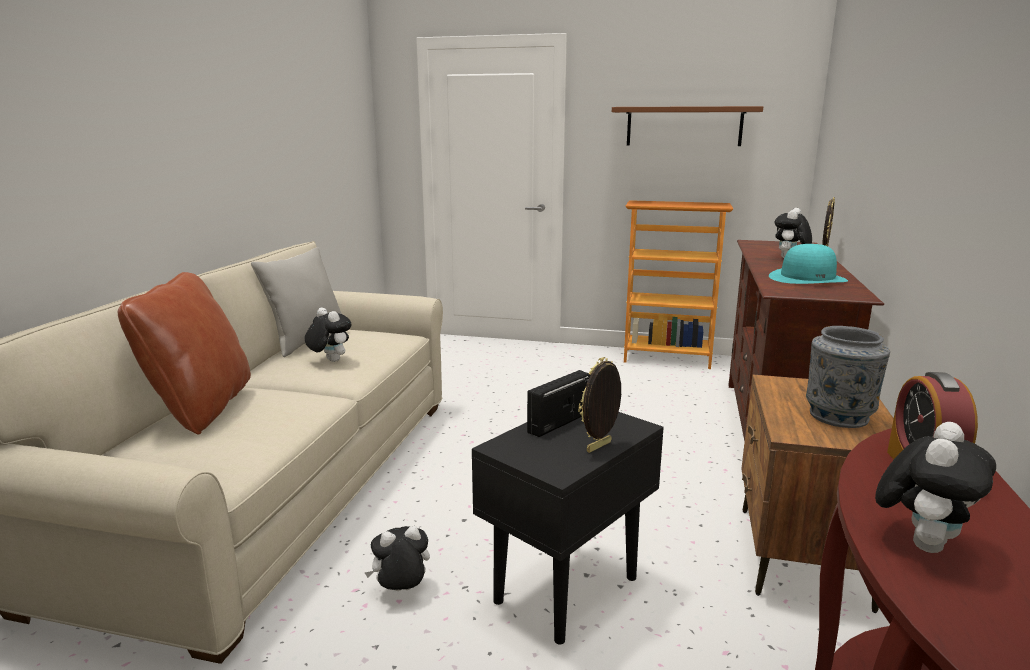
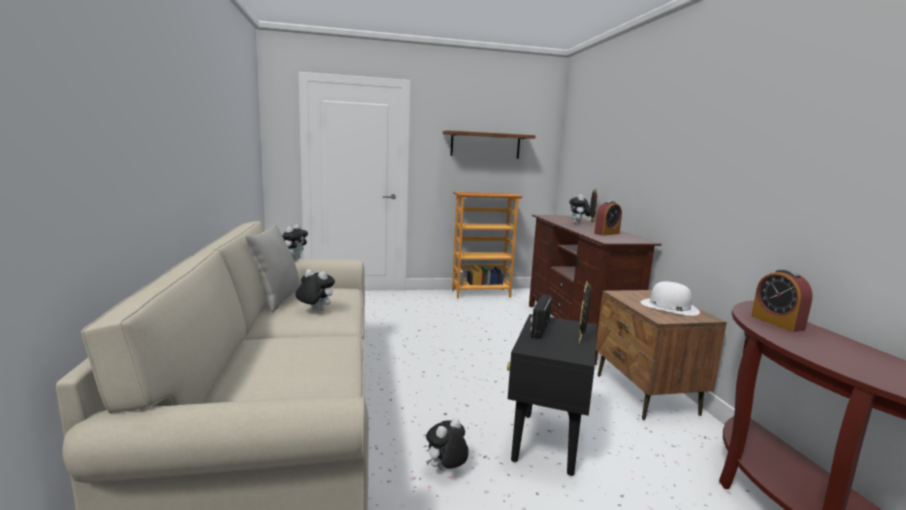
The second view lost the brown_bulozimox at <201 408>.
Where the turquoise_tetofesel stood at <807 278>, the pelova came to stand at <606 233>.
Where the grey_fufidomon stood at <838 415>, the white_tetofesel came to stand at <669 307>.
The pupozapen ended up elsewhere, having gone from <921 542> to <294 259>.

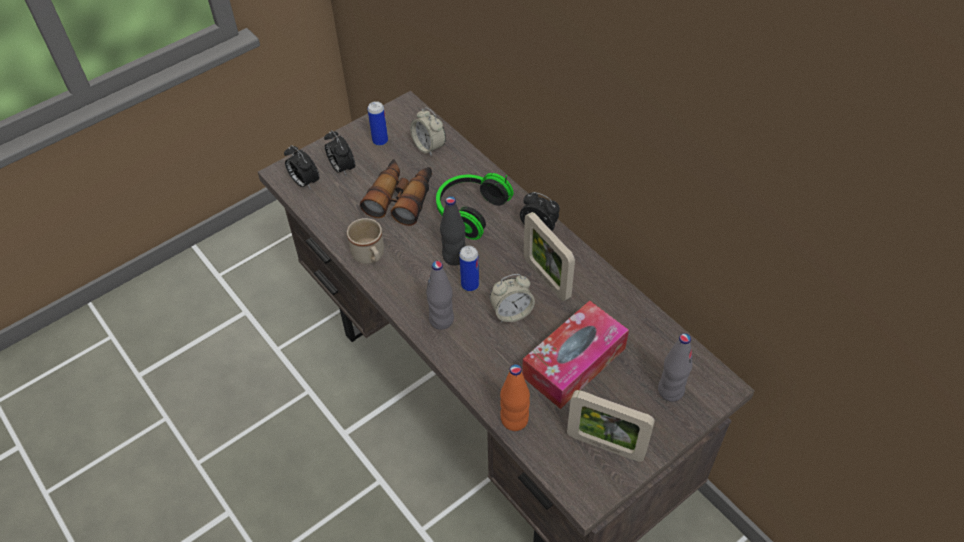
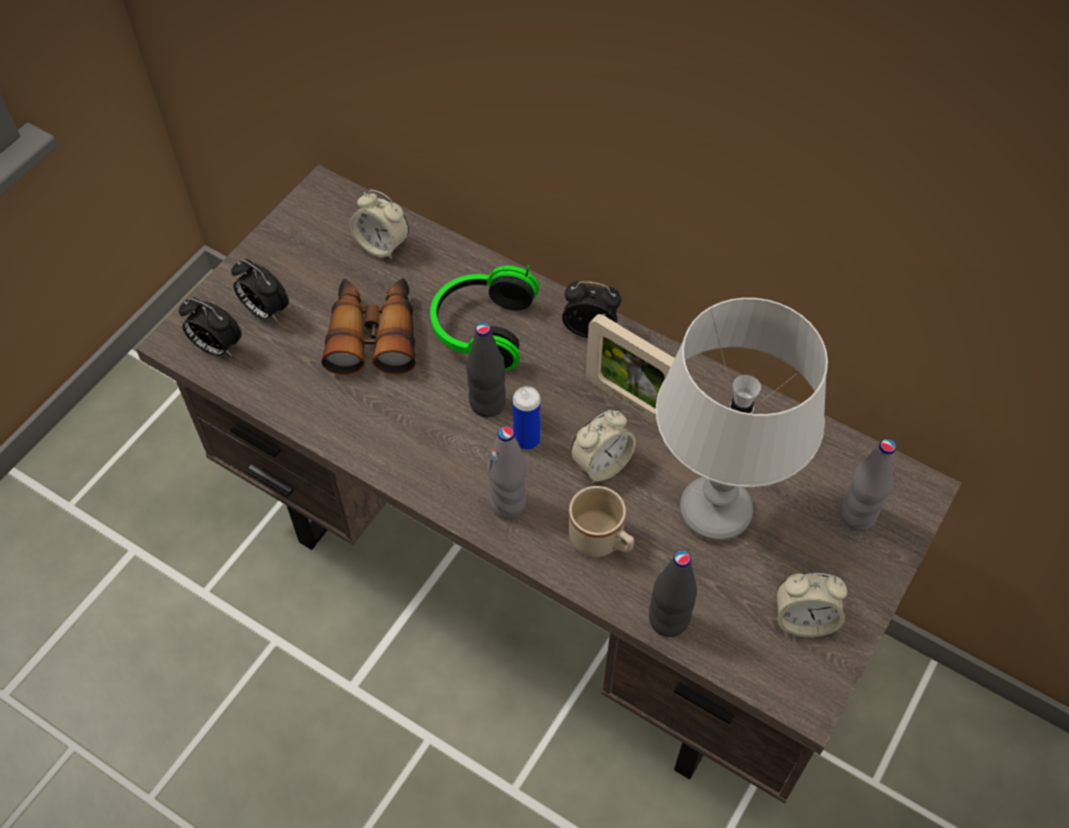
The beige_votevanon ended up elsewhere, having gone from <370 256> to <602 541>.
The second view lost the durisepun at <380 141>.
What was the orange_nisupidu at <514 420> turned into the black_nisupidu at <668 620>.
Where the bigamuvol stood at <574 362>, the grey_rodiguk came to stand at <715 512>.
Where the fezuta stood at <605 445>, the pelova came to stand at <803 619>.

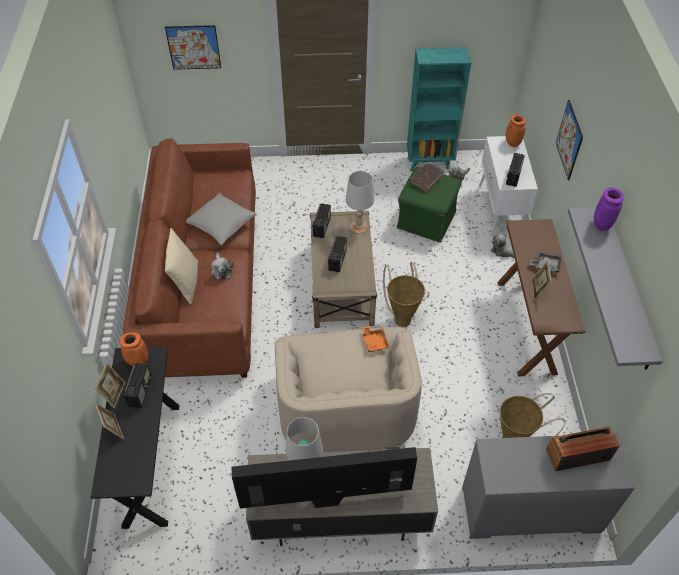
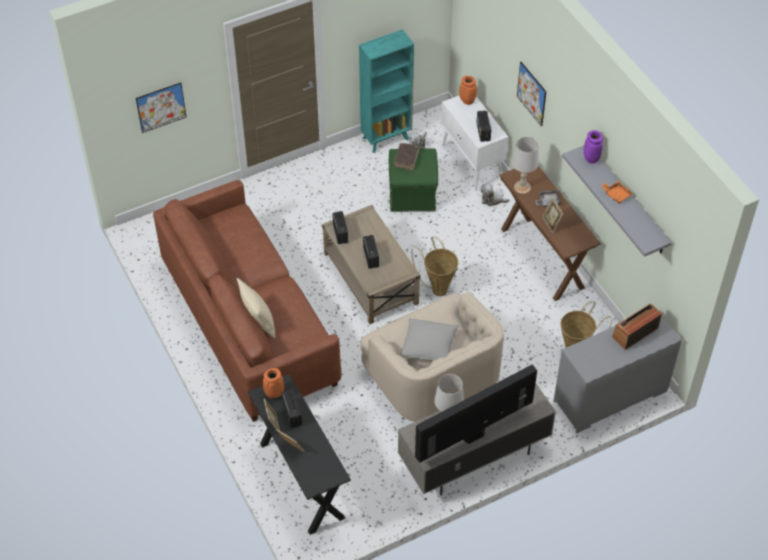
The grey_bulozimox ended up elsewhere, having gone from <221 224> to <428 347>.
The second view lost the pupozapen at <221 270>.
The white_rodiguk ended up elsewhere, having gone from <359 226> to <522 187>.
The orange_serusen ended up elsewhere, having gone from <374 342> to <616 194>.

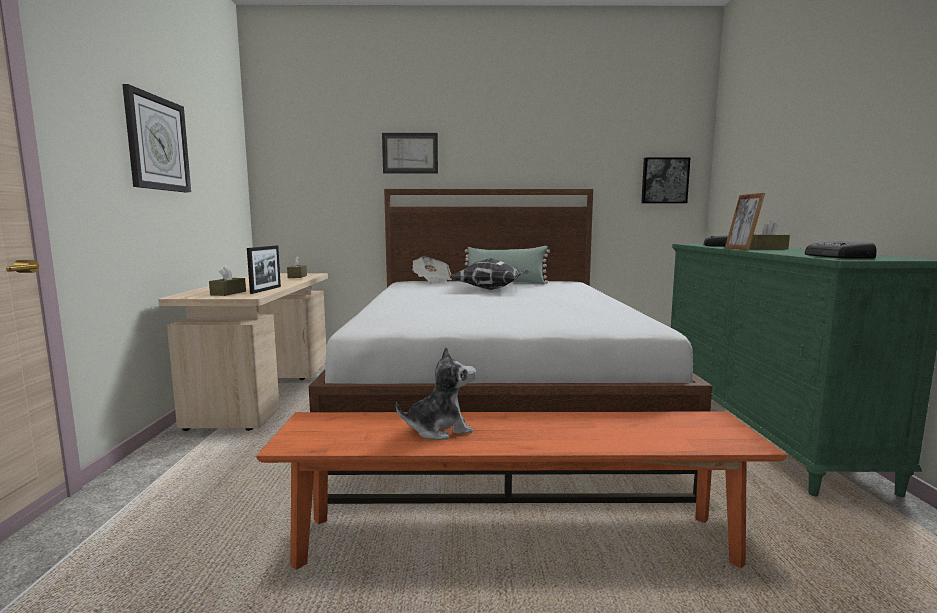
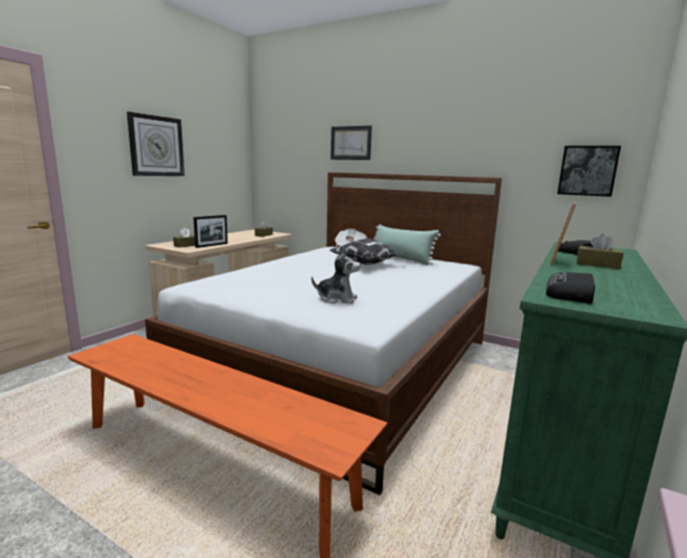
The pupozapen ended up elsewhere, having gone from <439 429> to <337 299>.

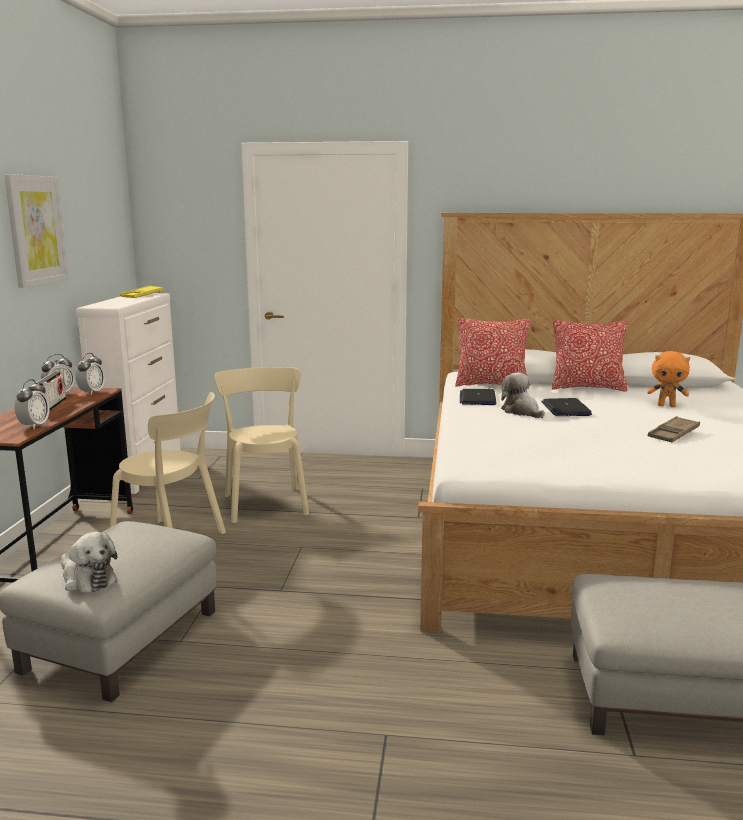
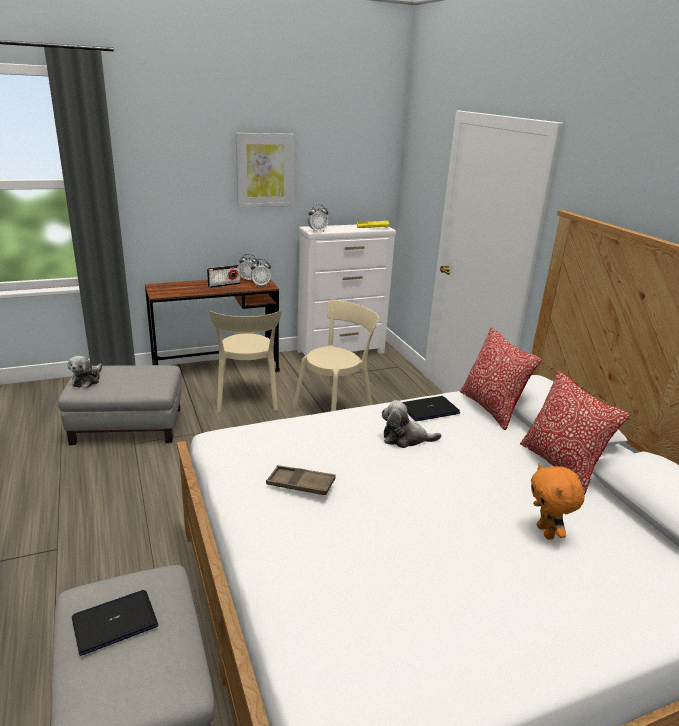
The pelova ended up elsewhere, having gone from <34 426> to <317 231>.
The pupozapen at <521 412> ended up facing another way, 120 degrees counterclockwise from before.
The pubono ended up elsewhere, having gone from <565 409> to <115 622>.
The brown_serusen ended up elsewhere, having gone from <673 434> to <300 484>.

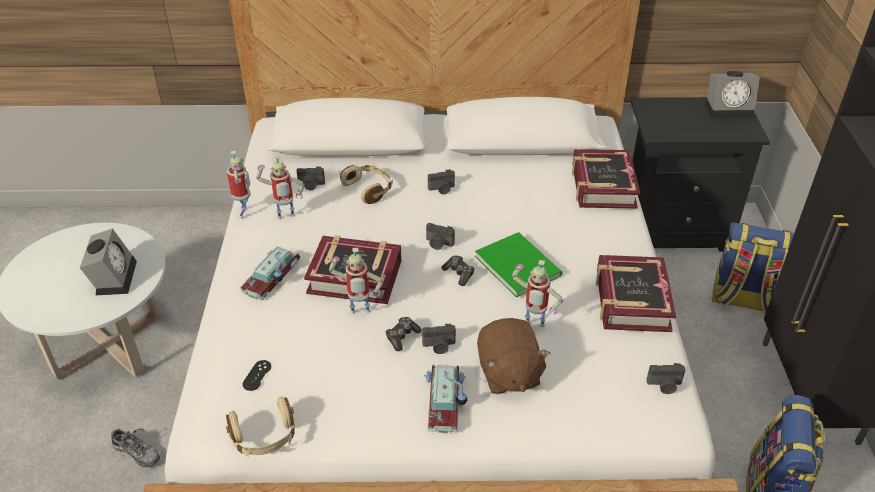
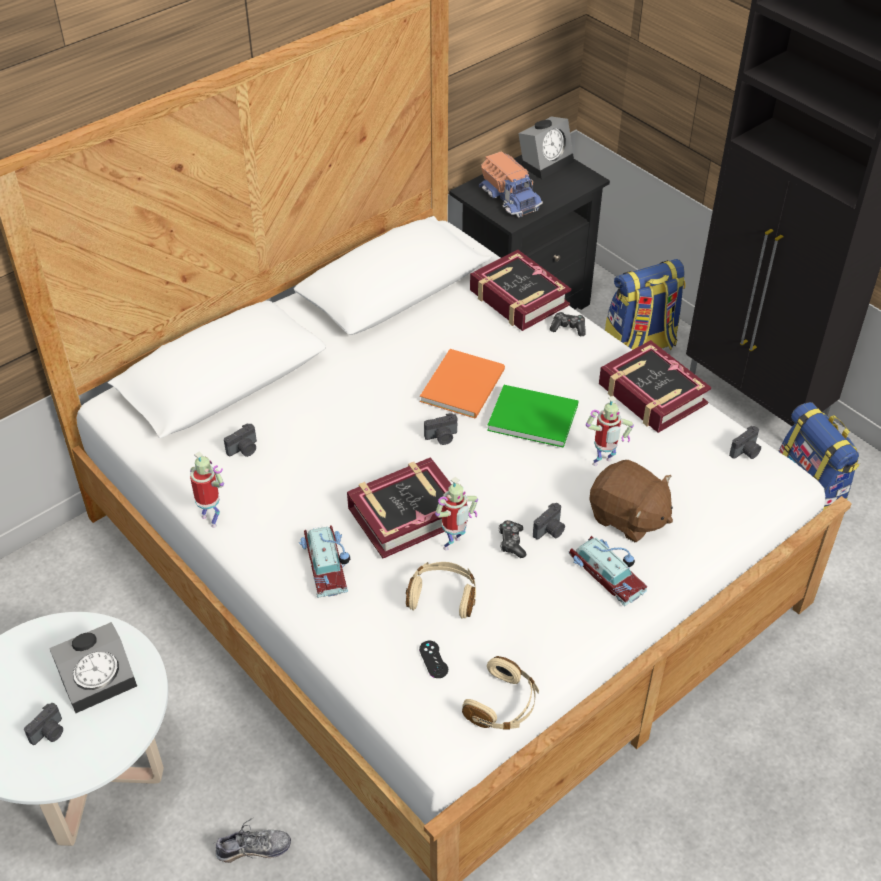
The pelova at <114 277> ended up facing another way, 105 degrees clockwise from before.
The second view lost the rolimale at <286 218>.
The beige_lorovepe ended up elsewhere, having gone from <369 189> to <442 596>.
The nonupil ended up elsewhere, having gone from <442 189> to <49 733>.
The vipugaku ended up elsewhere, having gone from <459 274> to <568 328>.
The second view gained the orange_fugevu at <465 384>.
The second view gained the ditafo at <510 197>.

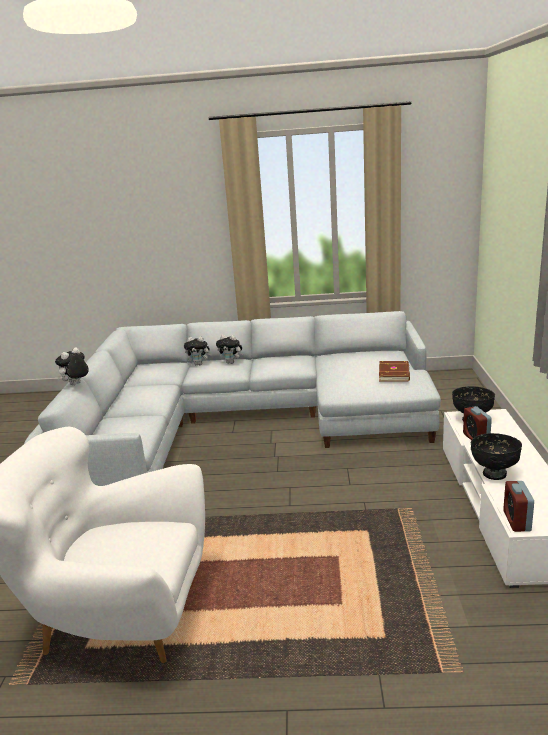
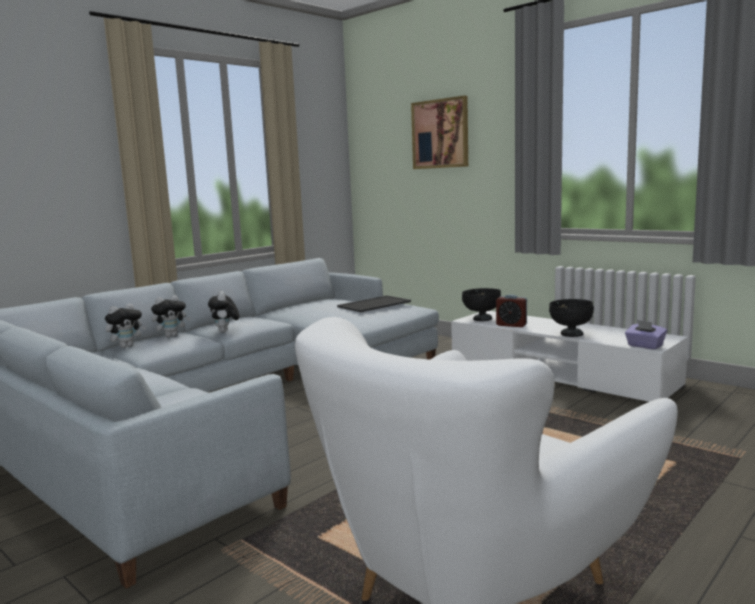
The pupozapen ended up elsewhere, having gone from <76 385> to <225 332>.
Where the brown_fugevu stood at <395 373>, the serusen came to stand at <374 304>.
Where the pelova stood at <516 521>, the purple_bigamuvol came to stand at <644 346>.
The second view gained the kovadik at <440 134>.

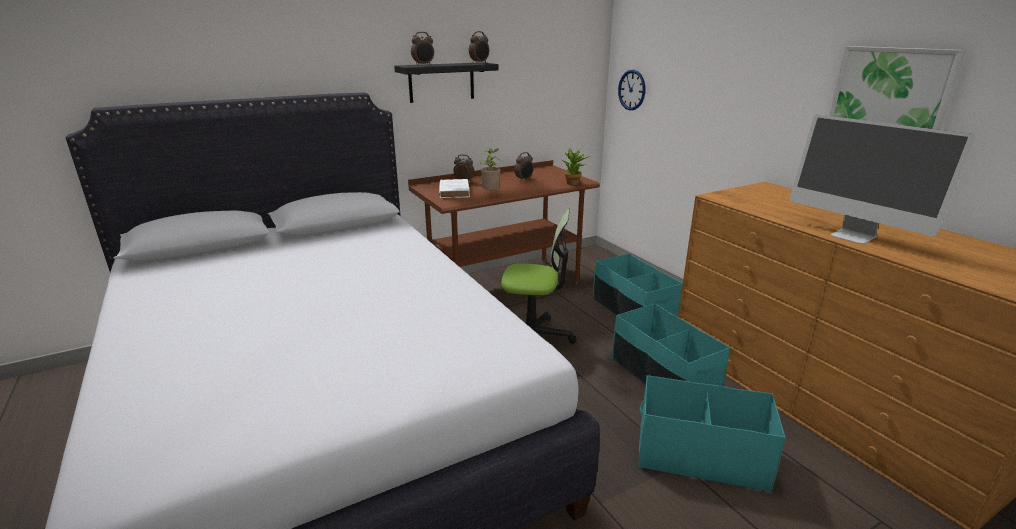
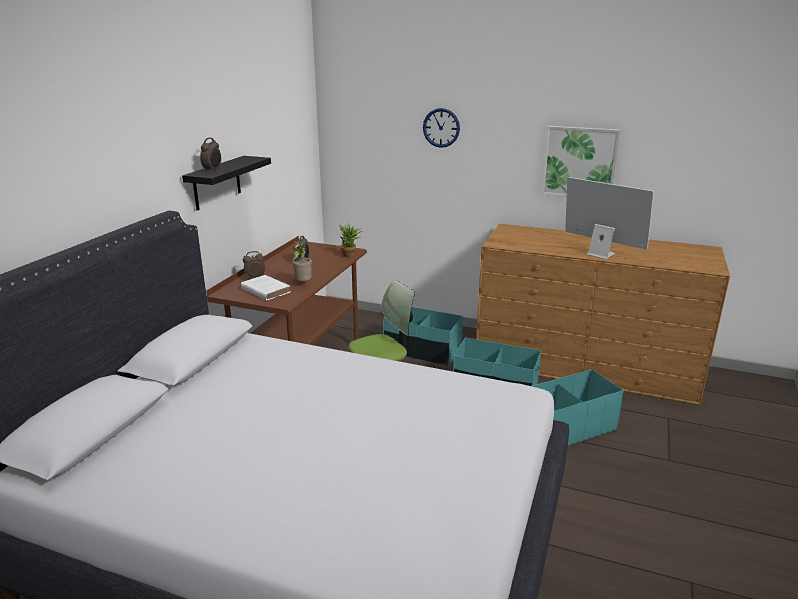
The second view lost the pelova at <479 63>.
The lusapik ended up elsewhere, having gone from <632 90> to <441 128>.
The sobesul at <853 236> ended up facing another way, 150 degrees counterclockwise from before.

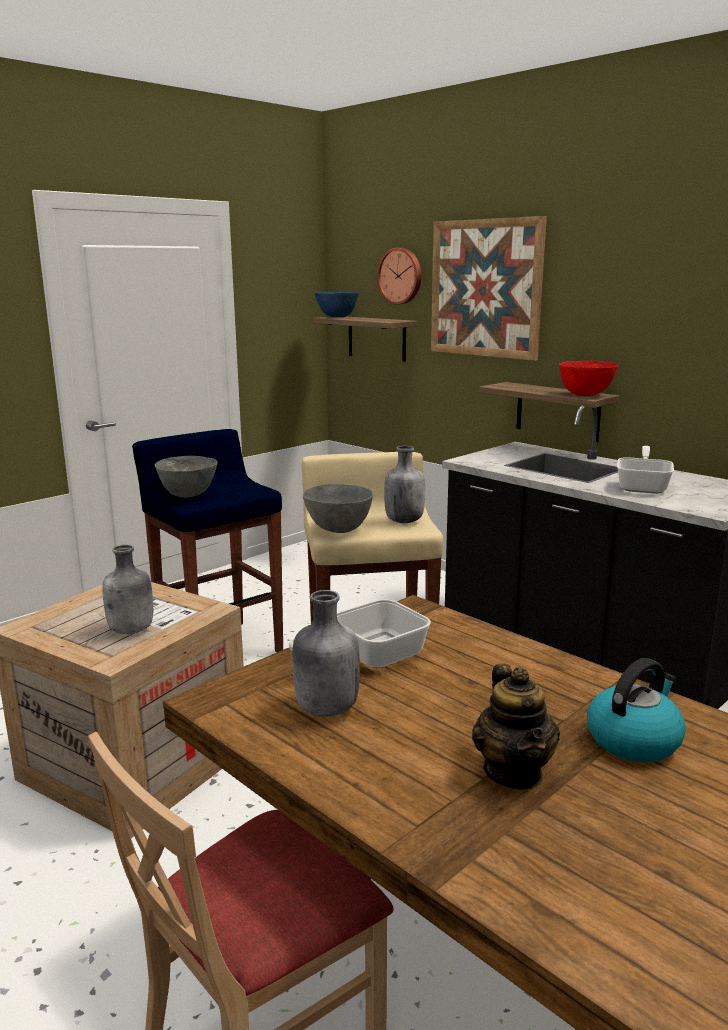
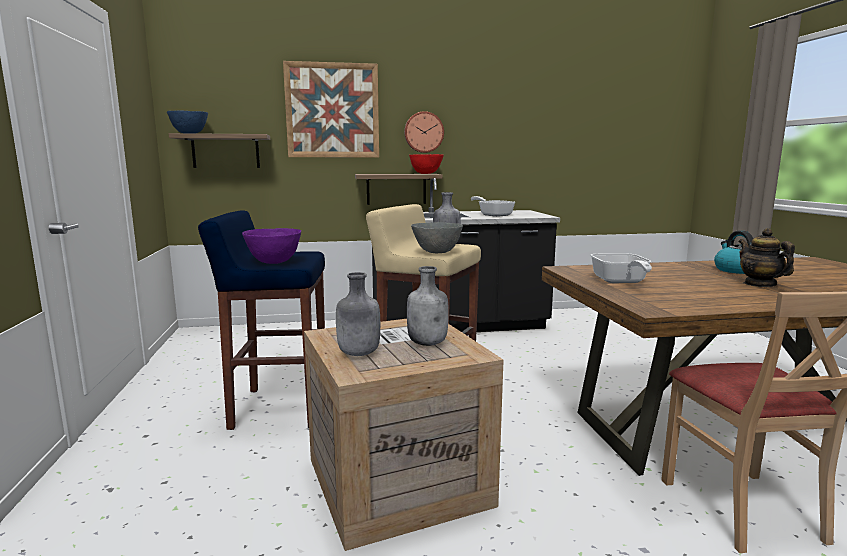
What was the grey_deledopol at <188 495> turned into the purple_deledopol at <274 262>.
The grey_nisupidu ended up elsewhere, having gone from <325 709> to <358 354>.
The lusapik ended up elsewhere, having gone from <401 276> to <423 132>.
The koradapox at <514 772> ended up facing another way, 135 degrees counterclockwise from before.

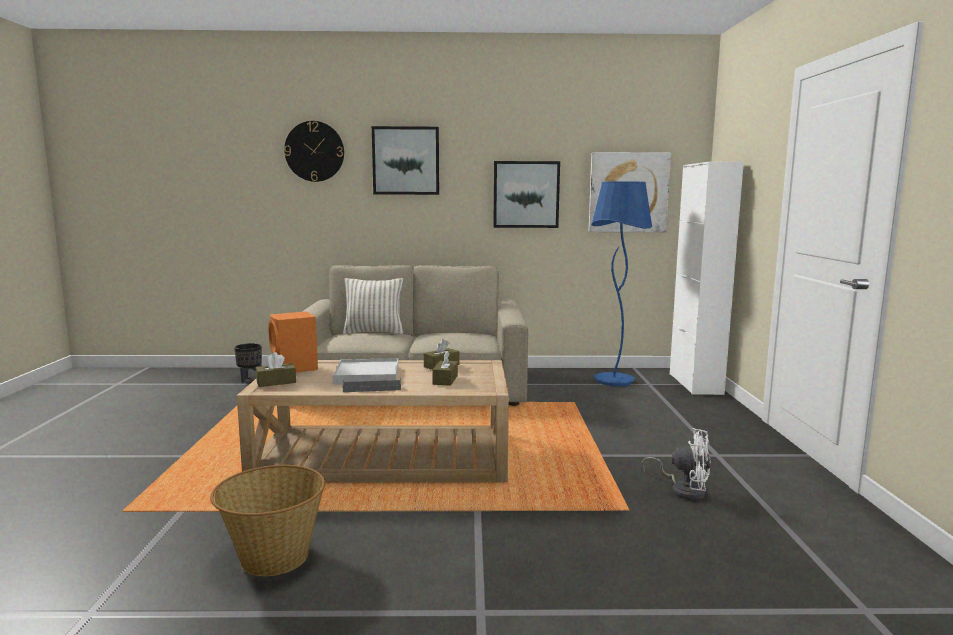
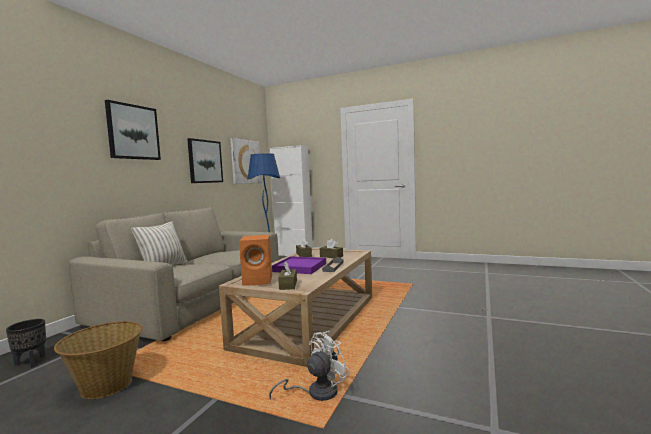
The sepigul ended up elsewhere, having gone from <273 558> to <106 386>.
The second view lost the lusapik at <314 151>.
What was the white_serusen at <367 375> turned into the purple_serusen at <300 267>.
The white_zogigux ended up elsewhere, having gone from <684 490> to <316 392>.

